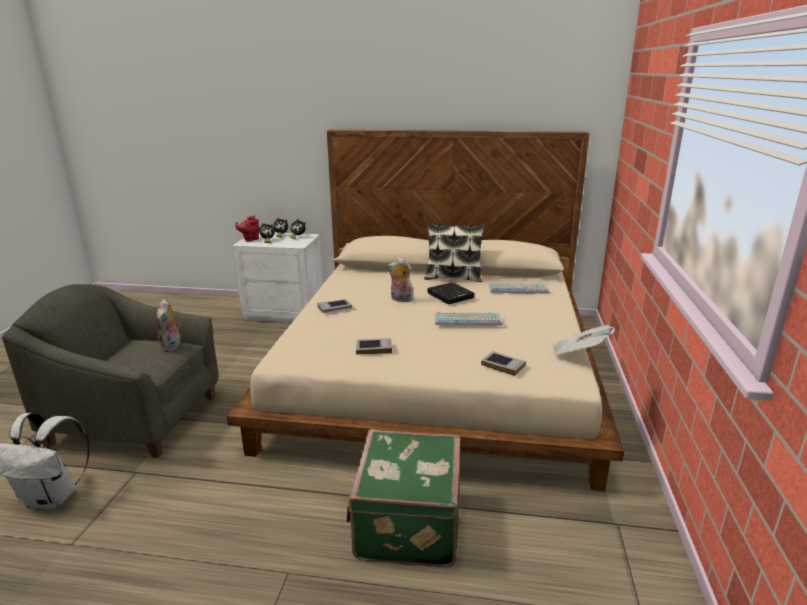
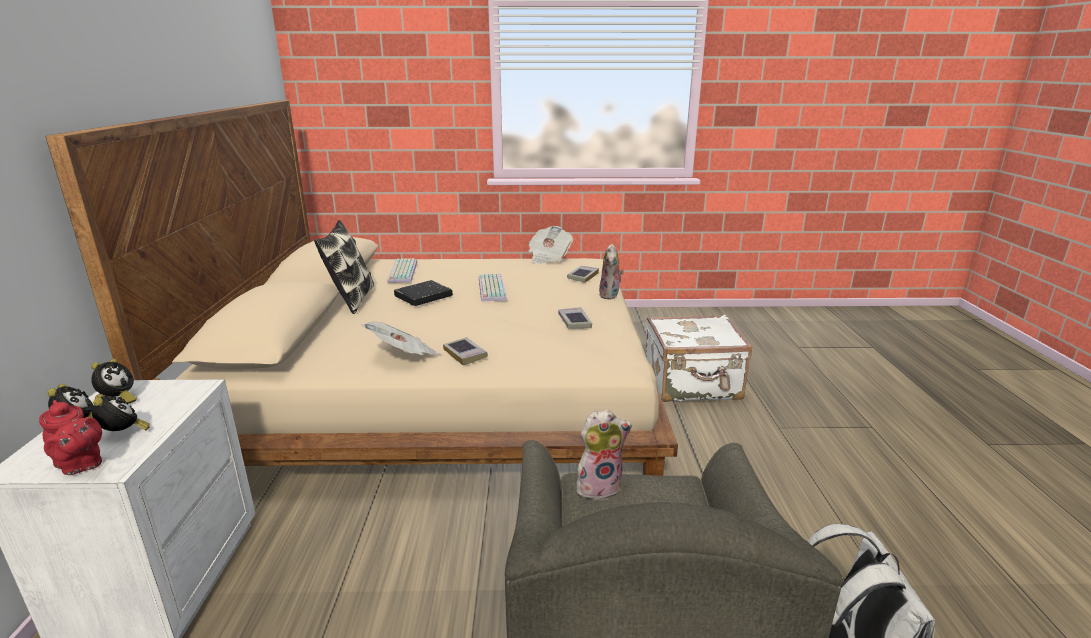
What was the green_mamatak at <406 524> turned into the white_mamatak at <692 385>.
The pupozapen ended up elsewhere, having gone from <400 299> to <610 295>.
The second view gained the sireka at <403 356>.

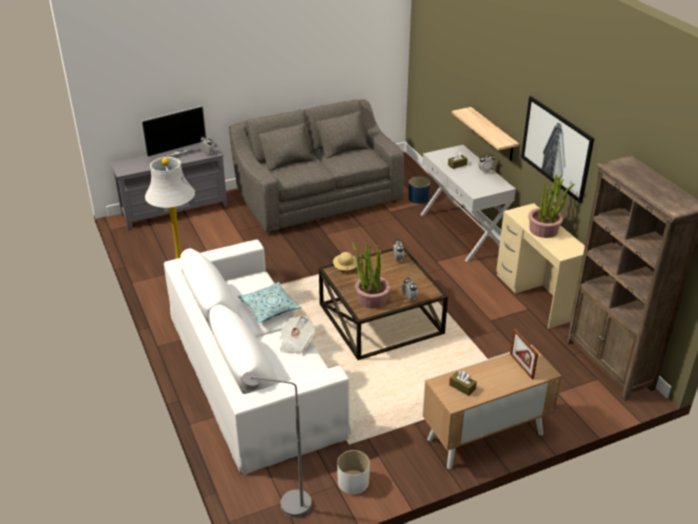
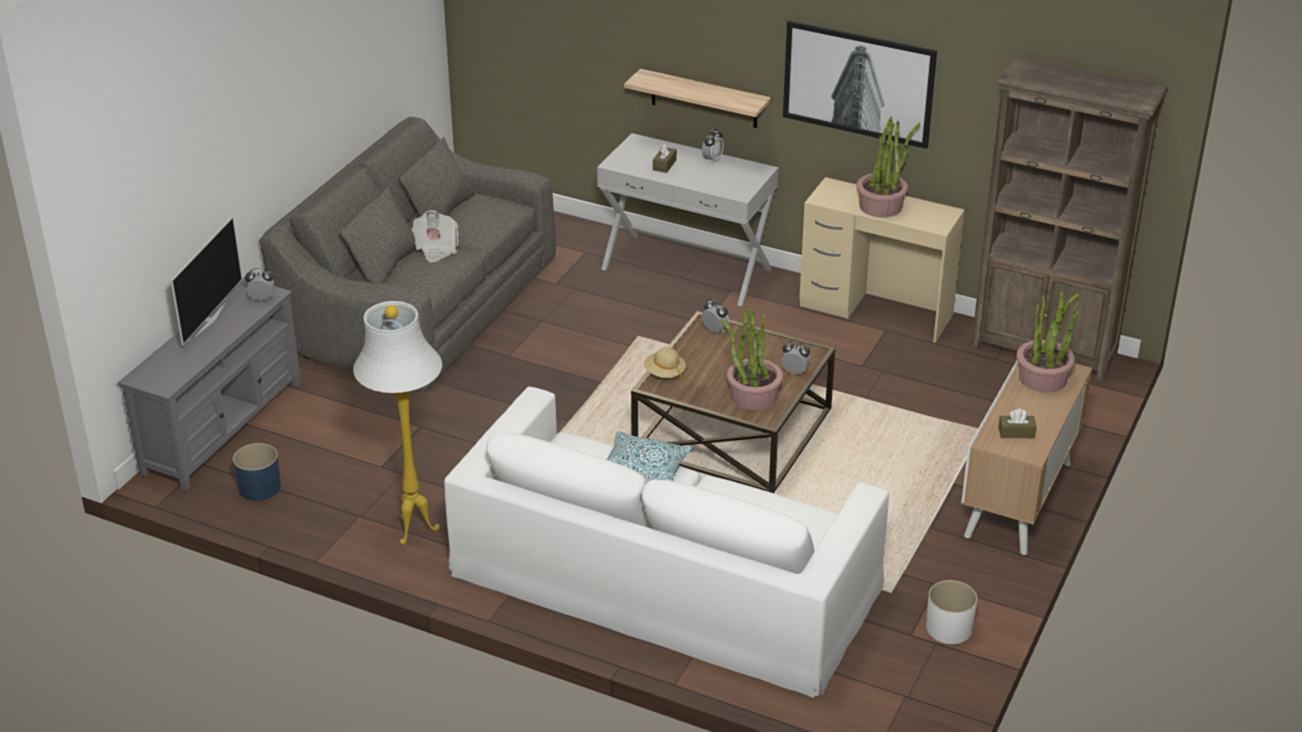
The second view lost the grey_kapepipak at <286 504>.
The sireka ended up elsewhere, having gone from <295 343> to <435 248>.
The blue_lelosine ended up elsewhere, having gone from <418 198> to <260 487>.
Where the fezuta stood at <521 366>, the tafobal came to stand at <1043 378>.

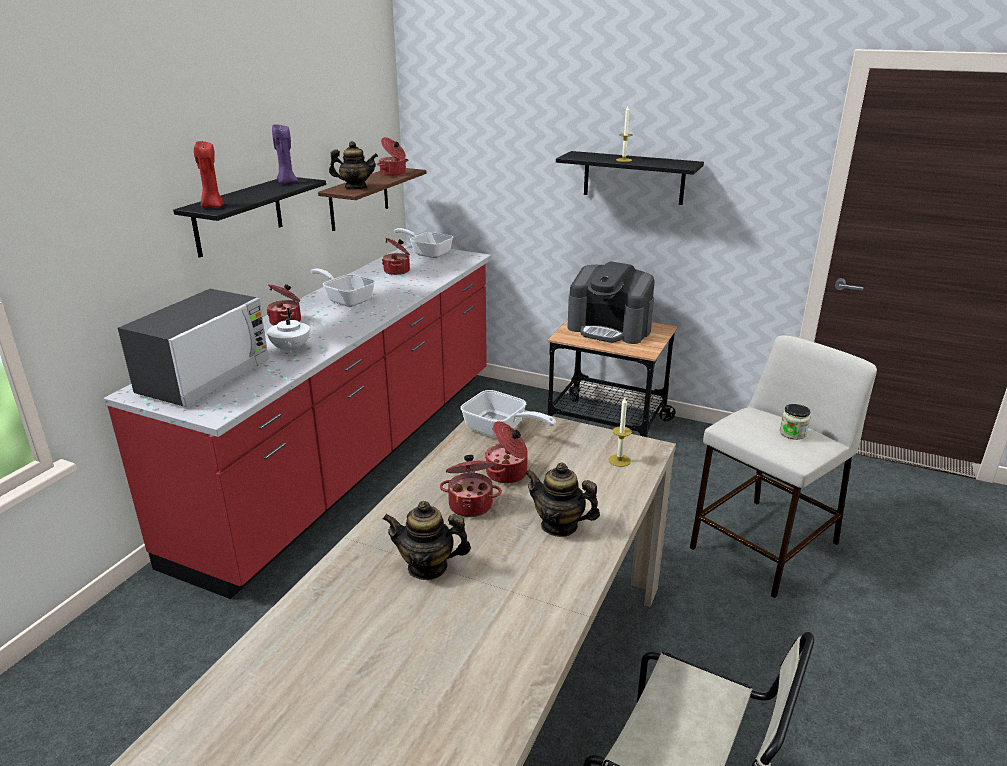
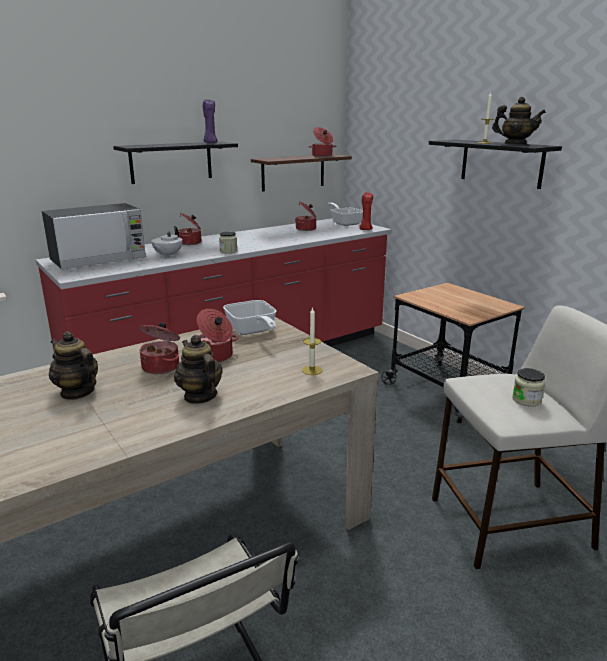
The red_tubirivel ended up elsewhere, having gone from <212 206> to <365 229>.
The second view lost the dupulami at <346 299>.
The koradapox ended up elsewhere, having gone from <355 187> to <515 144>.
The second view lost the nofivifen at <610 329>.
The second view gained the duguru at <228 251>.

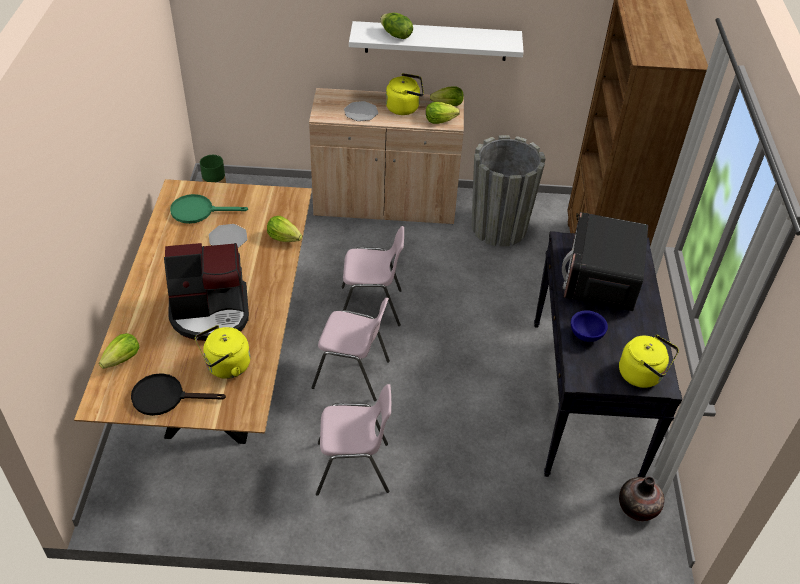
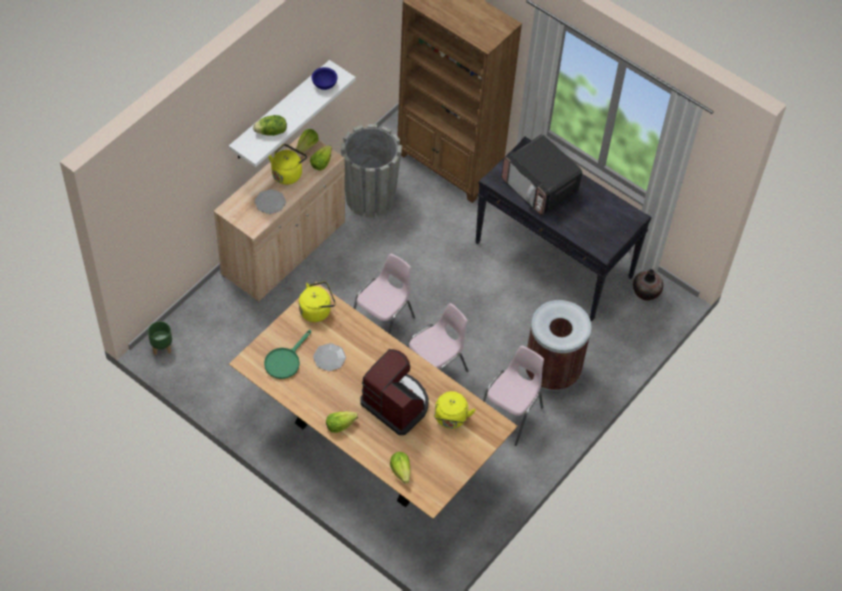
The second view lost the black_dupulami at <166 397>.
The nofivifen at <210 313> ended up facing another way, 75 degrees counterclockwise from before.
The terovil ended up elsewhere, having gone from <284 238> to <340 425>.
The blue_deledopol ended up elsewhere, having gone from <586 335> to <324 84>.
The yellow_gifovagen ended up elsewhere, having gone from <643 375> to <317 310>.
The second view gained the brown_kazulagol at <552 371>.

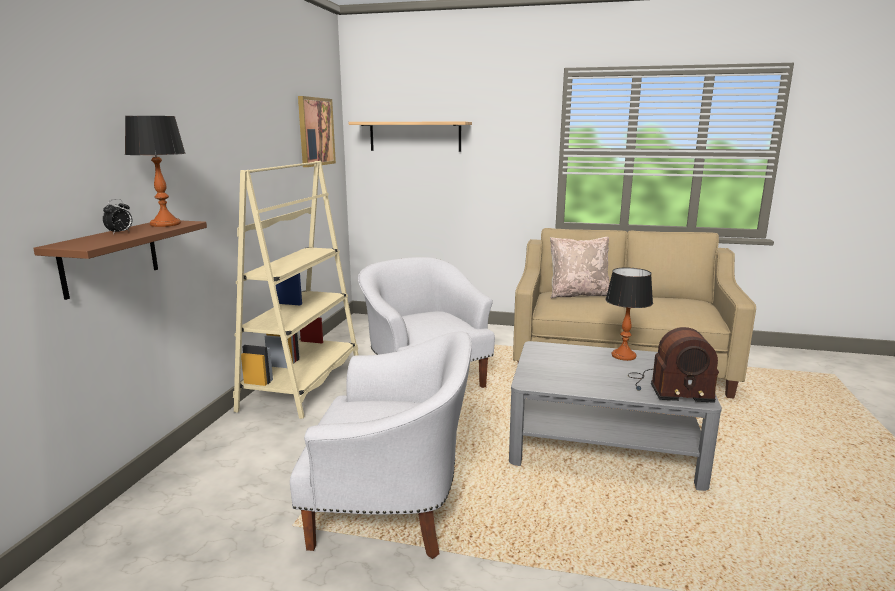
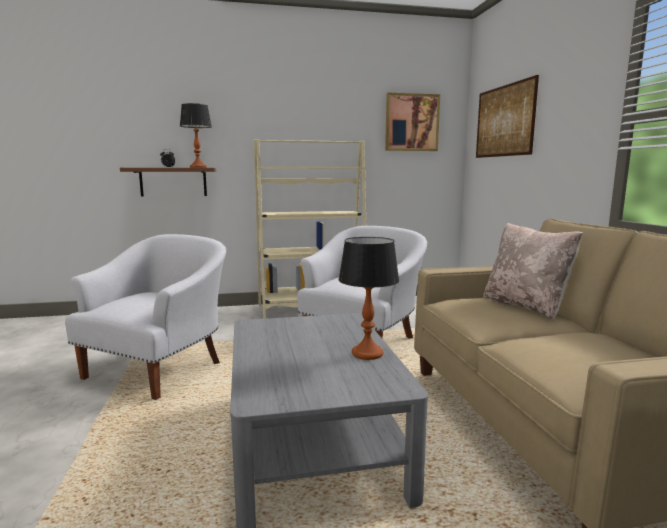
The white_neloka at <392 510> ended up facing another way, 135 degrees counterclockwise from before.
Where the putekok hung at <415 136>, the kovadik came to hang at <504 121>.
The second view lost the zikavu at <668 388>.

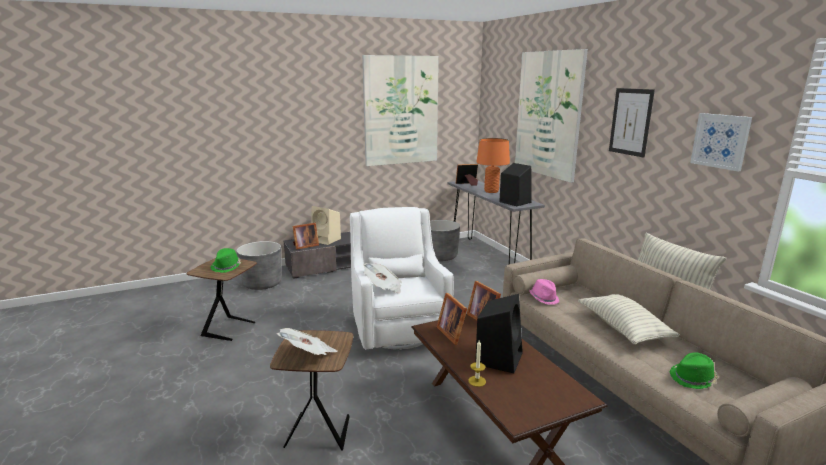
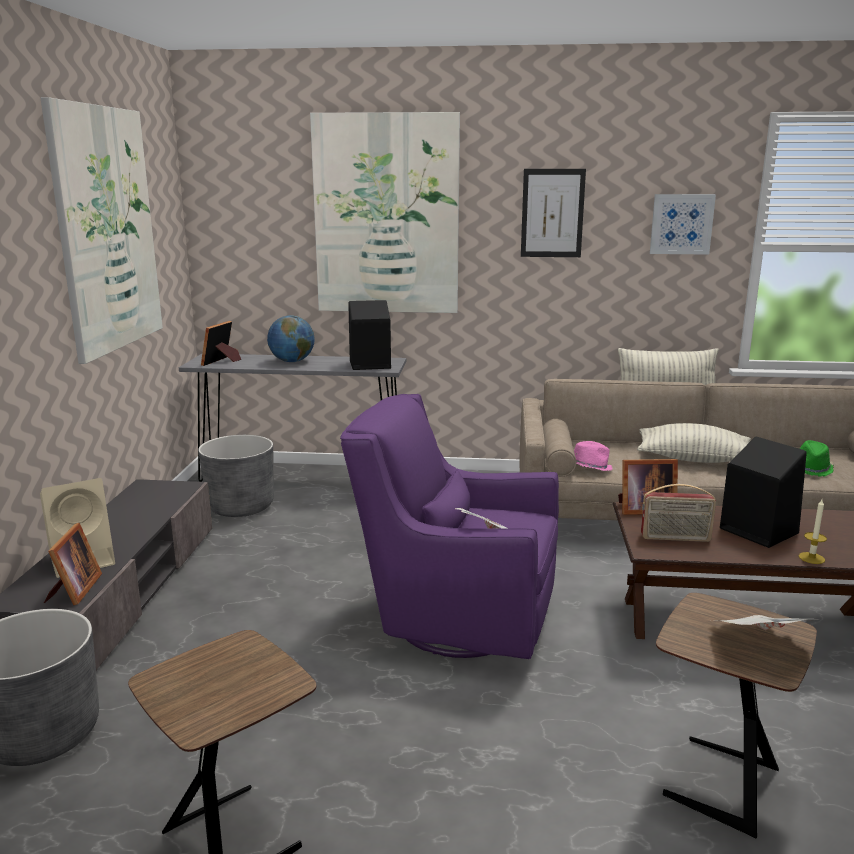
The second view lost the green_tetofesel at <227 267>.
What was the white_neloka at <398 329> turned into the purple_neloka at <454 618>.
Where the fezuta stood at <452 333>, the zikavu came to stand at <675 538>.
Where the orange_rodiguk stood at <491 191>, the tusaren came to stand at <292 361>.

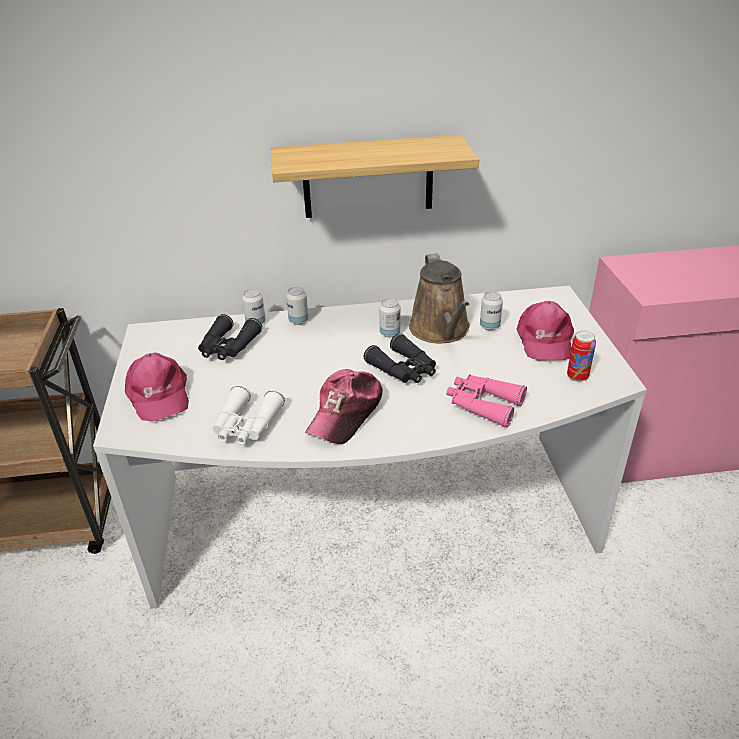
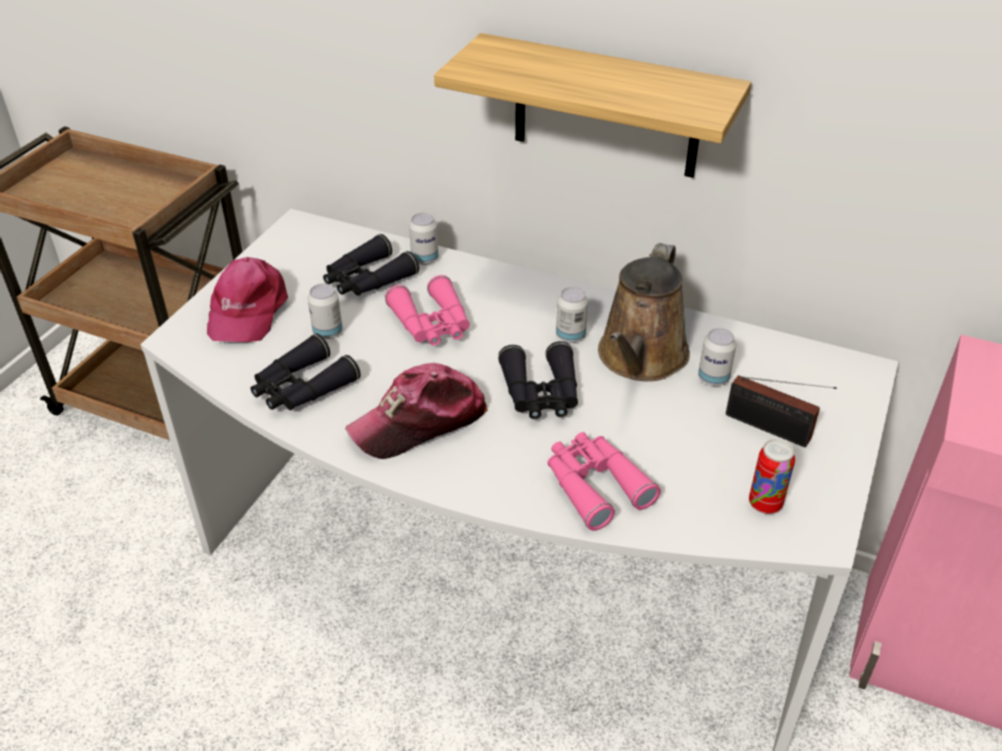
What was the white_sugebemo at <246 425> turned into the black_sugebemo at <302 387>.
The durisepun ended up elsewhere, having gone from <298 320> to <328 332>.
Where the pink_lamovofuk stood at <544 340>, the zikavu came to stand at <772 429>.
The second view gained the pink_sugebemo at <432 324>.

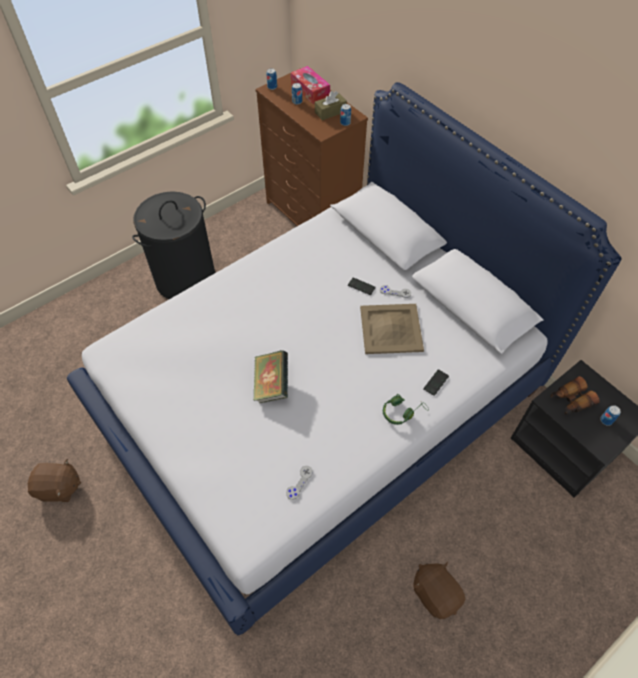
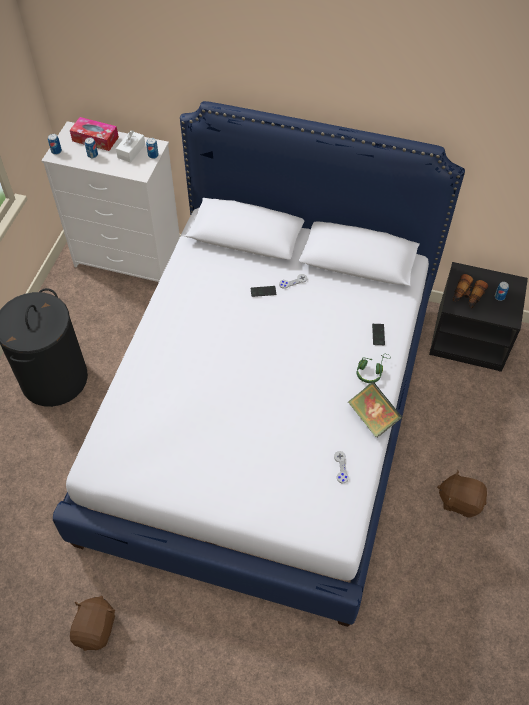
The brown_pupozapen at <59 488> ended up facing another way, 45 degrees counterclockwise from before.
The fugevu ended up elsewhere, having gone from <271 385> to <373 417>.
What was the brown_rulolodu at <312 216> turned into the white_rulolodu at <129 258>.
What was the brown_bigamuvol at <330 112> turned into the white_bigamuvol at <131 151>.
The second view lost the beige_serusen at <391 328>.

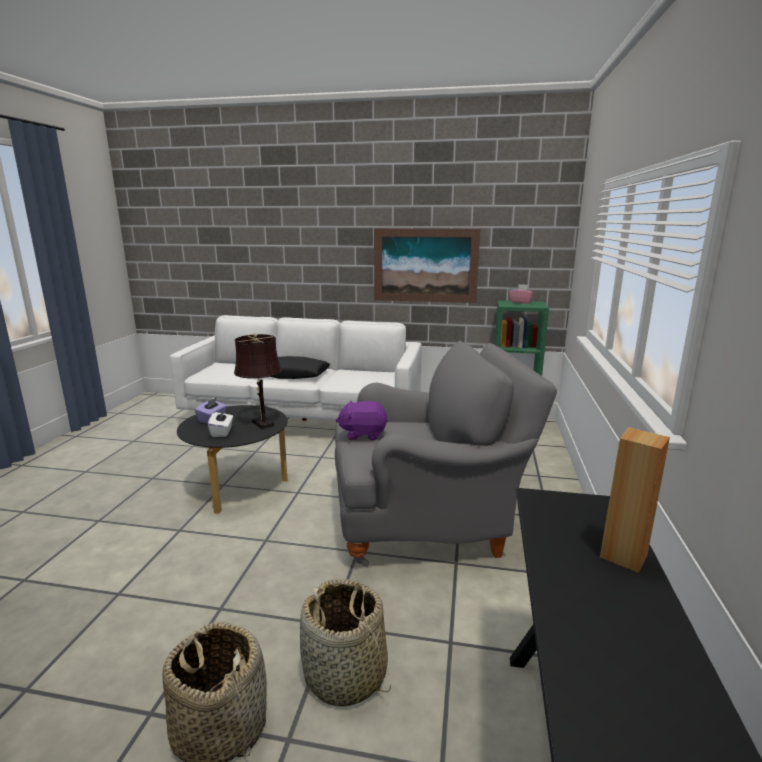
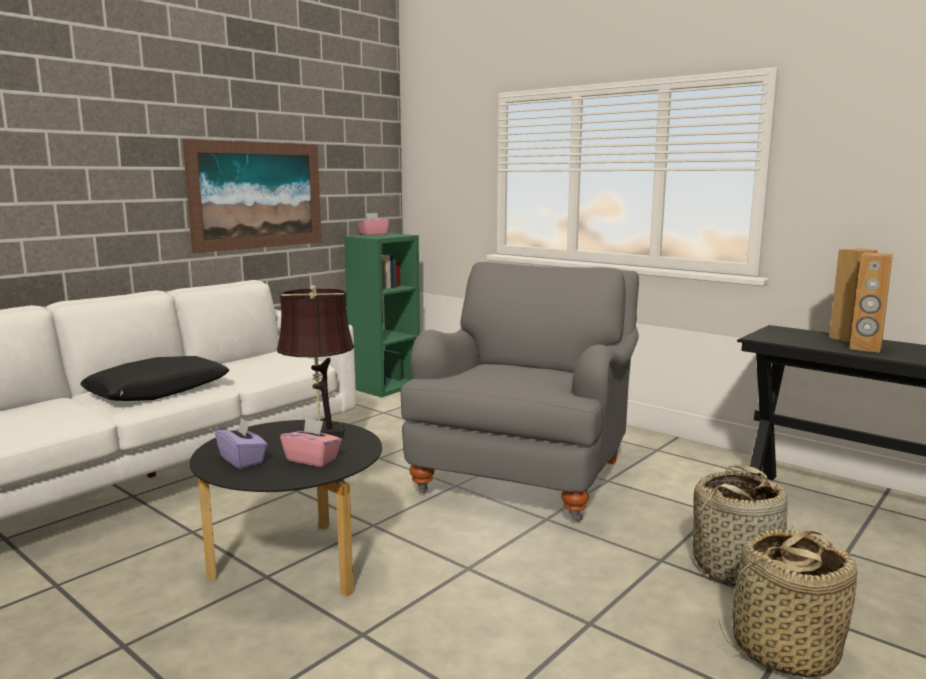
What was the white_bigamuvol at <222 432> turned into the pink_bigamuvol at <312 460>.
The second view lost the purple_pupozapen at <363 434>.
The second view gained the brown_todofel at <865 348>.

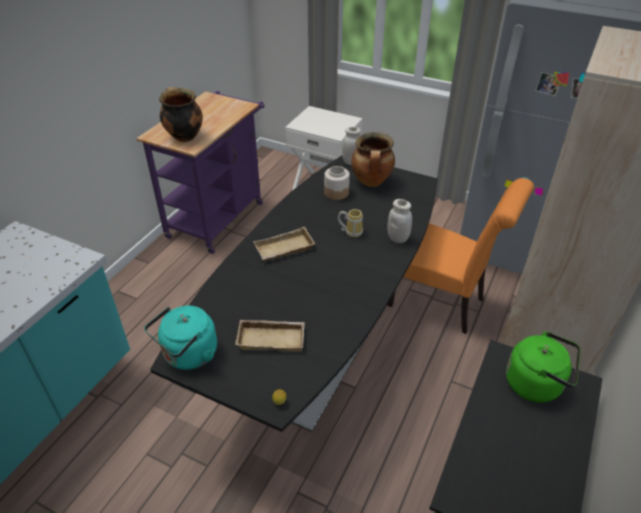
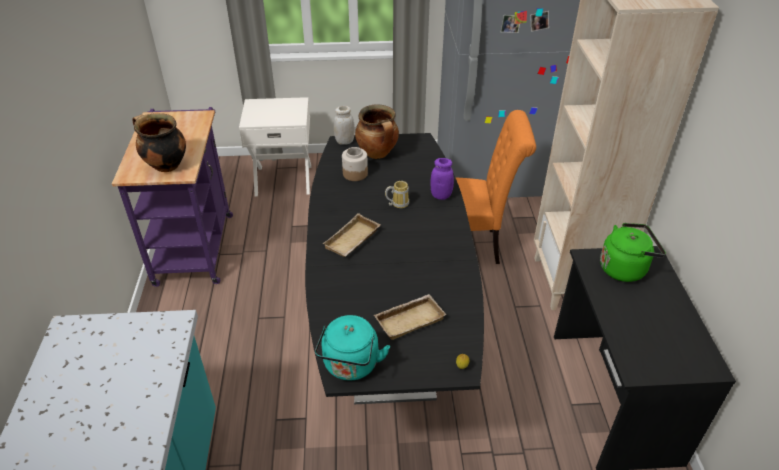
What was the white_duguru at <398 238> turned into the purple_duguru at <441 195>.

